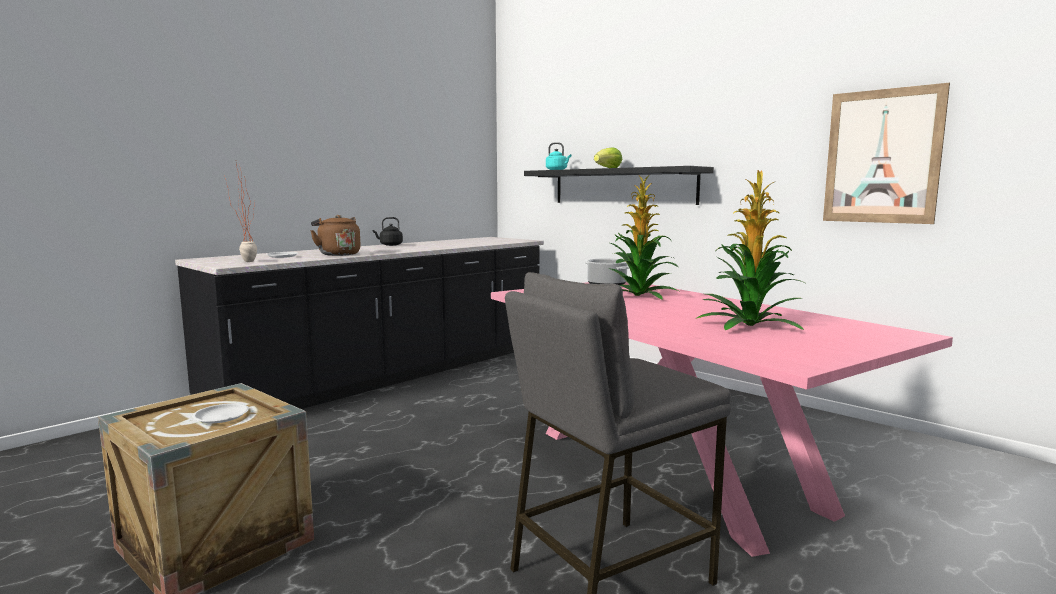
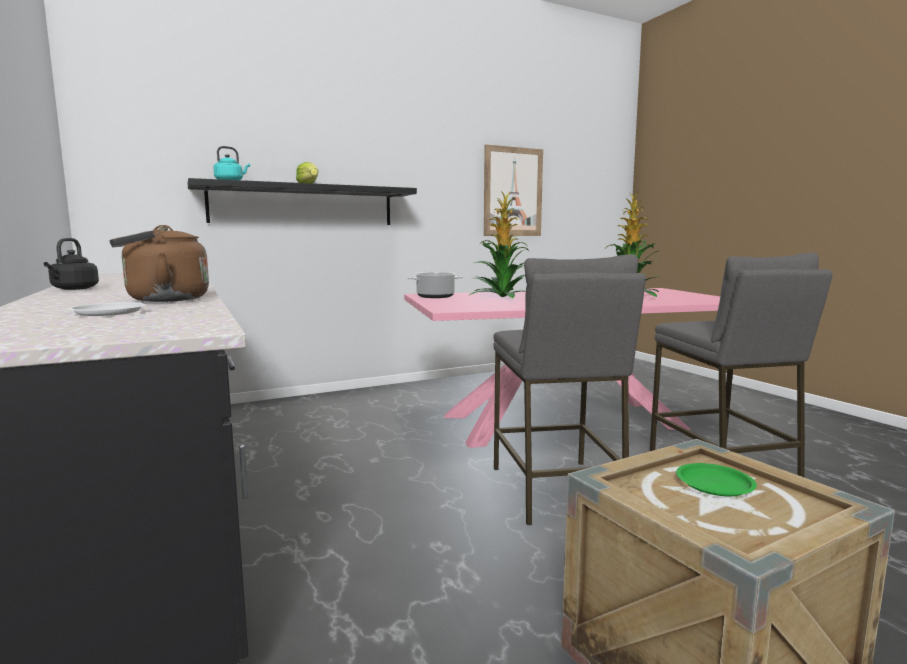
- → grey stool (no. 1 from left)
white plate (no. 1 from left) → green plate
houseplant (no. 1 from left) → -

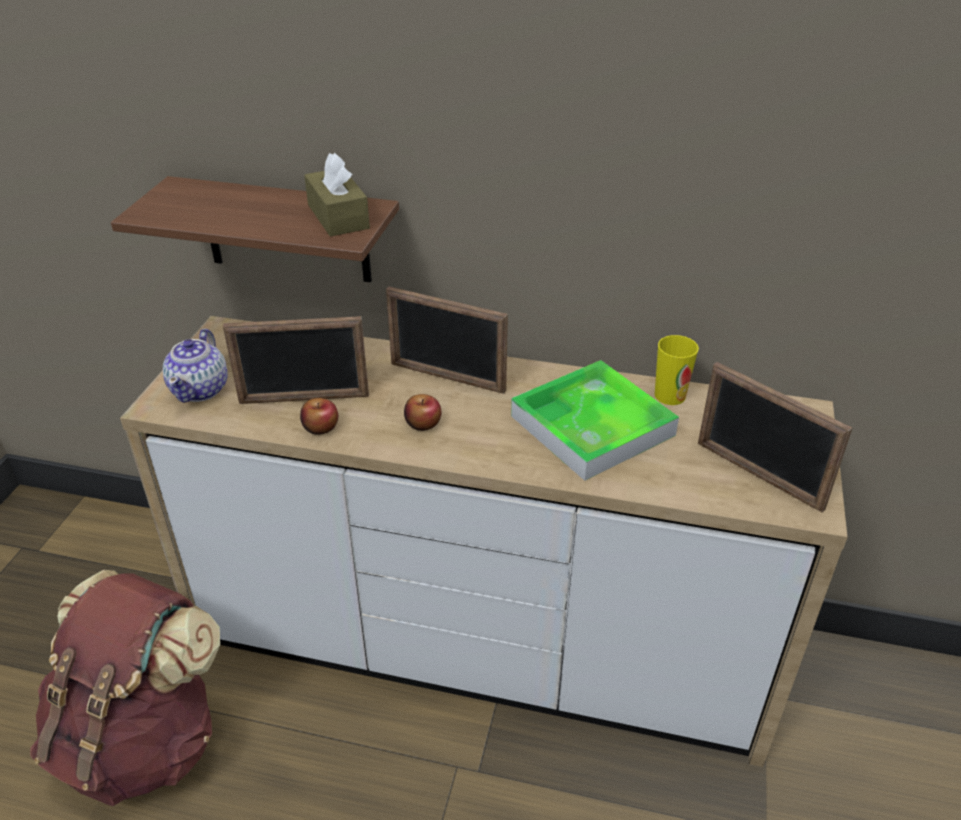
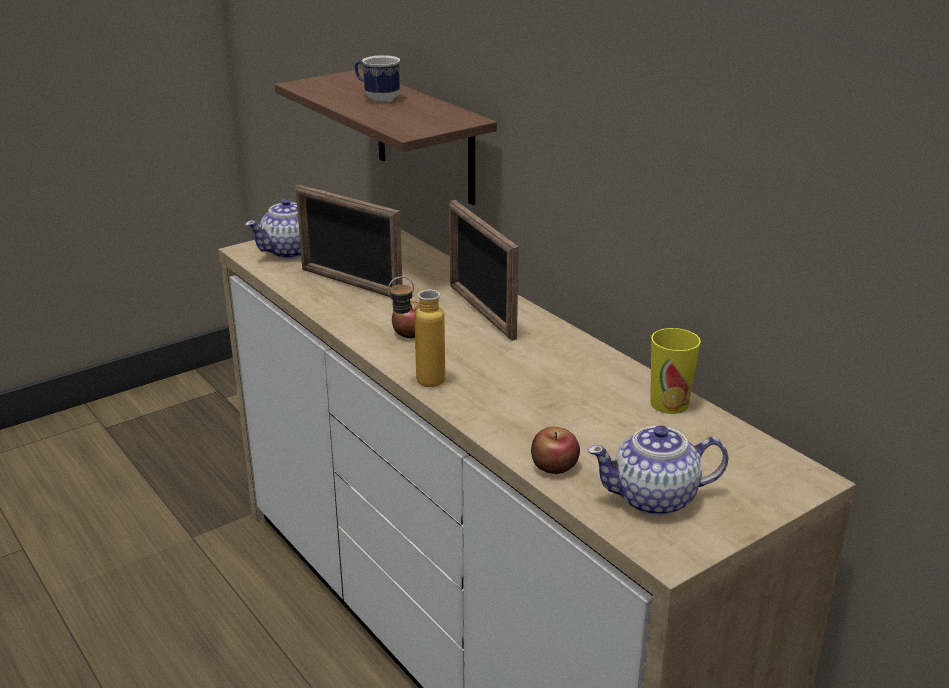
- → coffee mug
- → beverage bottle
whole apple (no. 1 from left in the first image) → whole apple (no. 2 from left), relocated
standing frame (no. 3 from left) → teapot (no. 2 from left)
brown knapsack → -
brown box of tissues → -
serving tray → -

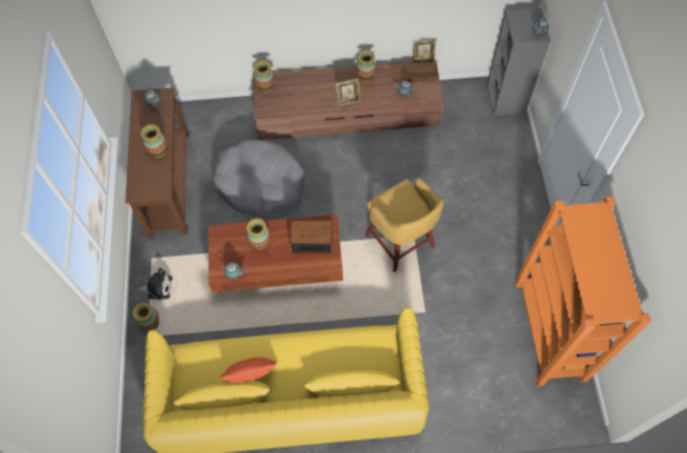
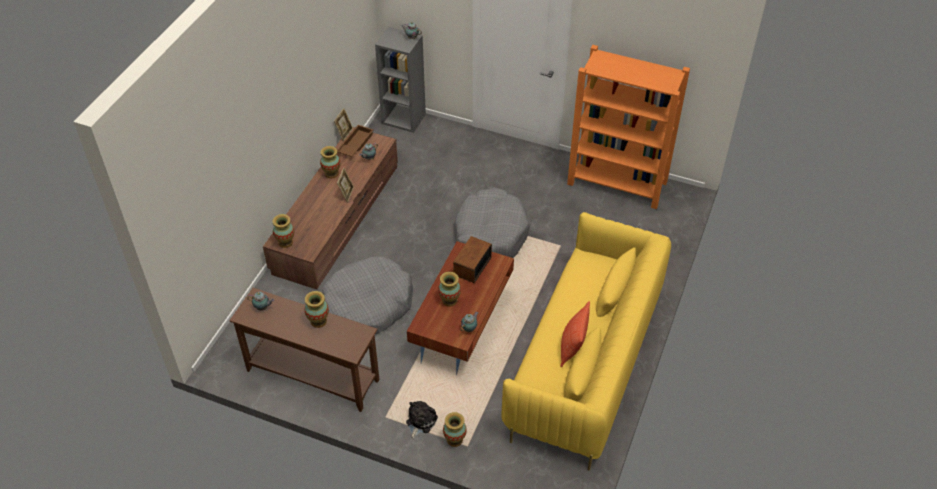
yellowish stool → grey dog cushion (no. 2 from left)

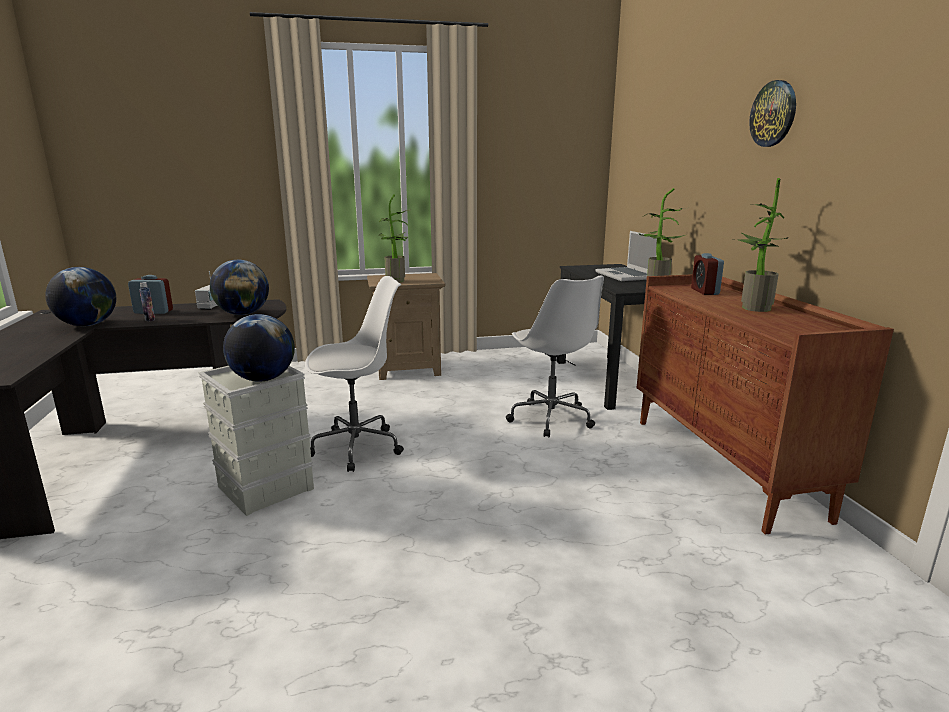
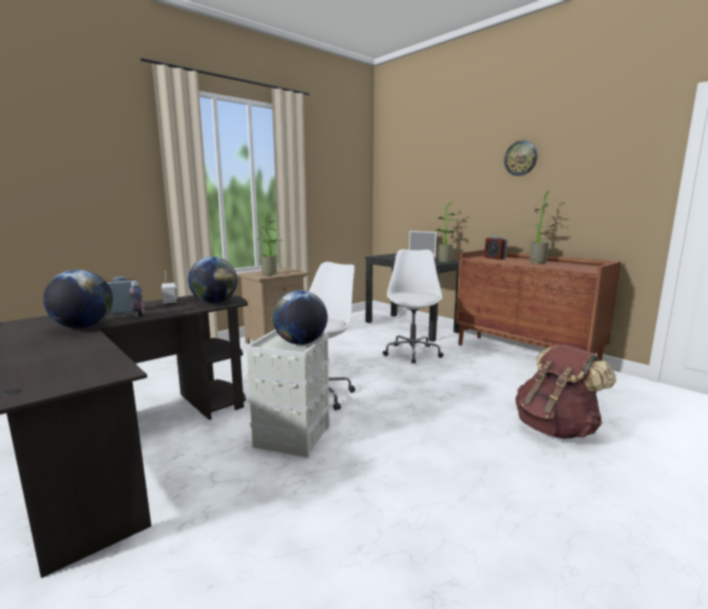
white computer chair (no. 2 from left), 120 degrees counterclockwise
- → brown knapsack

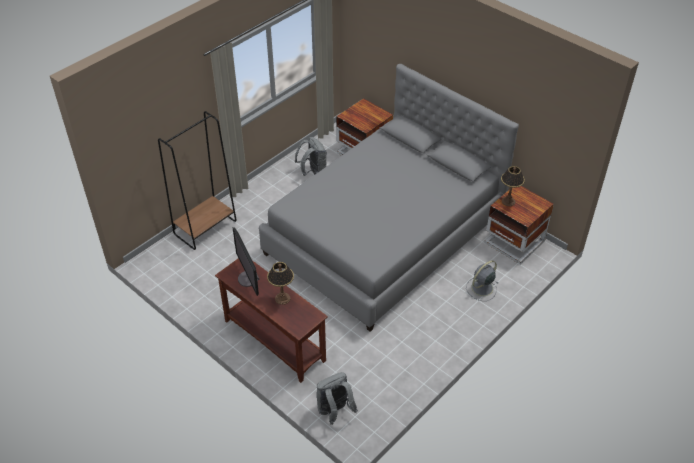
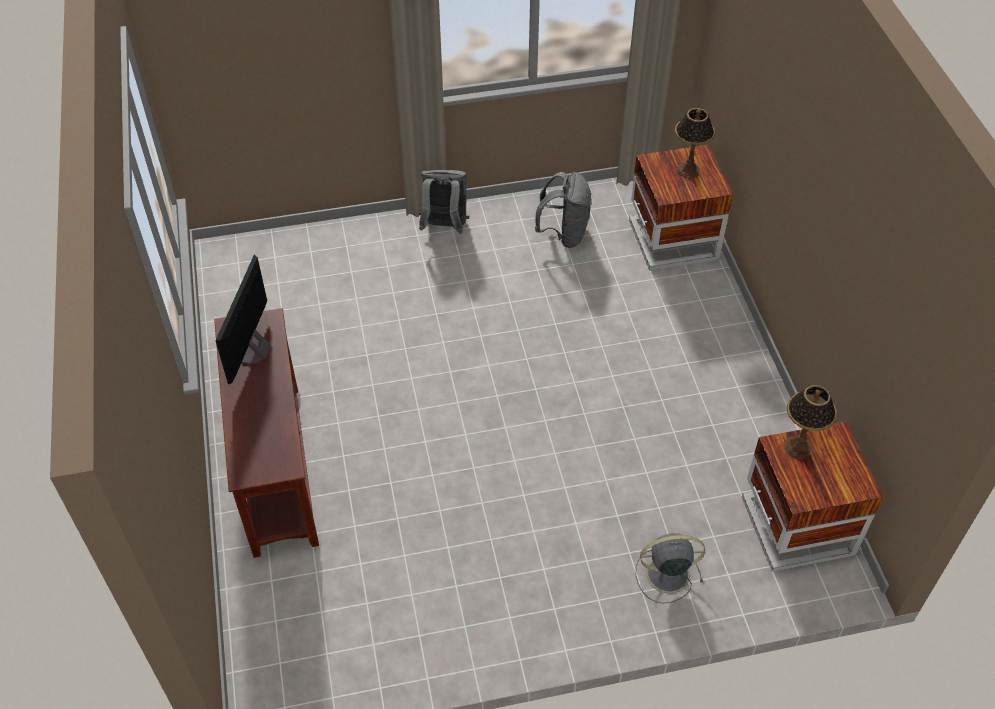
grey knapsack (no. 2 from left in the first image) → grey knapsack (no. 1 from left), relocated
table lamp (no. 1 from left), relocated
garment stand → -
grey bedroom bed → -

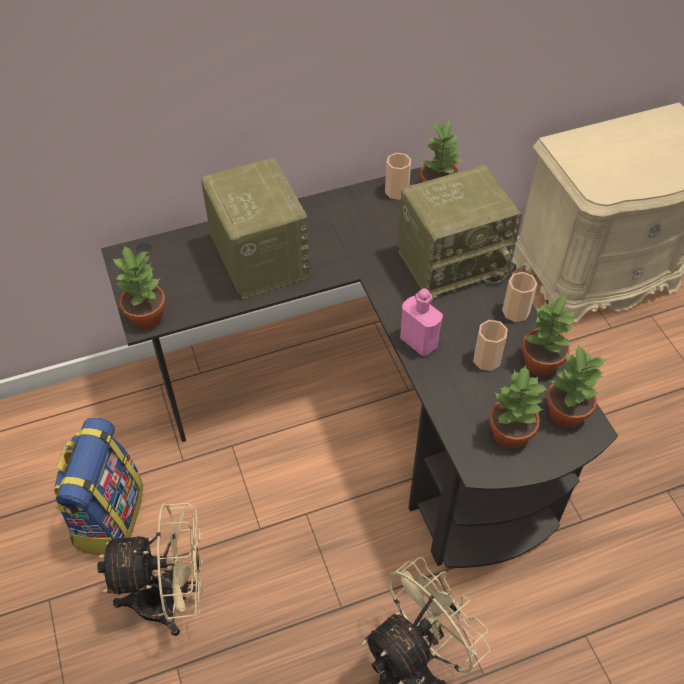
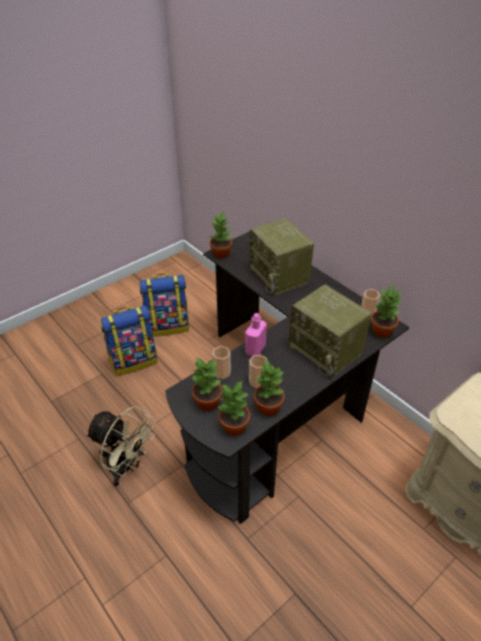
beige-coloured fan (no. 1 from left) → knapsack (no. 1 from left)
cup (no. 3 from left in the first image) → cup (no. 1 from left), relocated
radio (no. 1 from left), 105 degrees clockwise

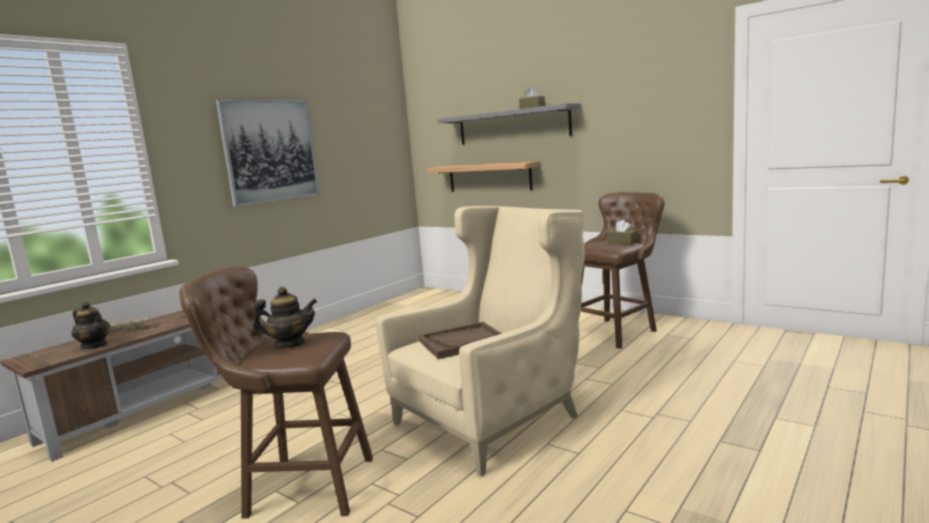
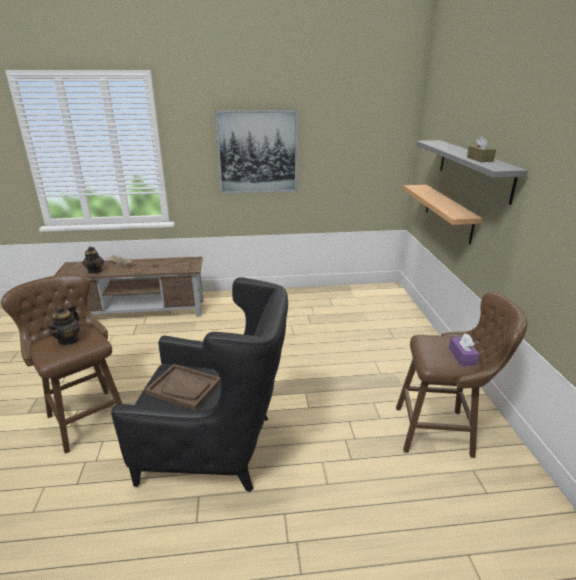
teapot (no. 2 from left in the first image) → teapot (no. 1 from left), 60 degrees clockwise
beige-coloured easy chair → blackish easy chair
brown box of tissues (no. 2 from left) → purplish box of tissues

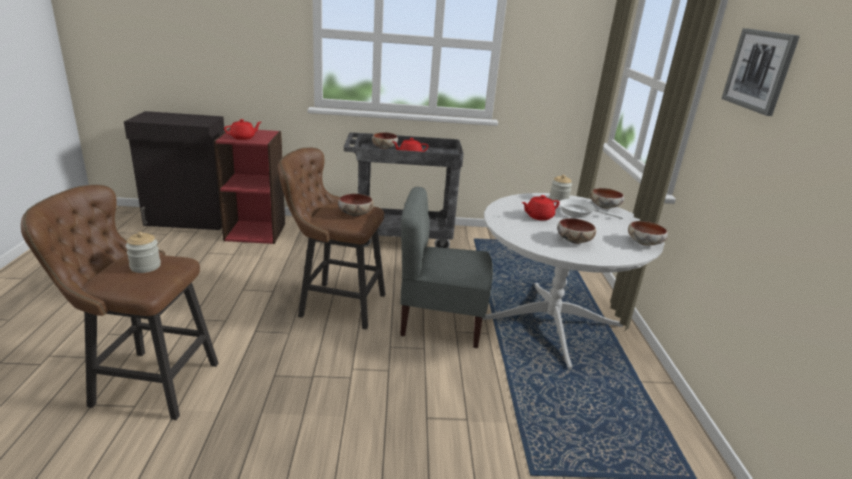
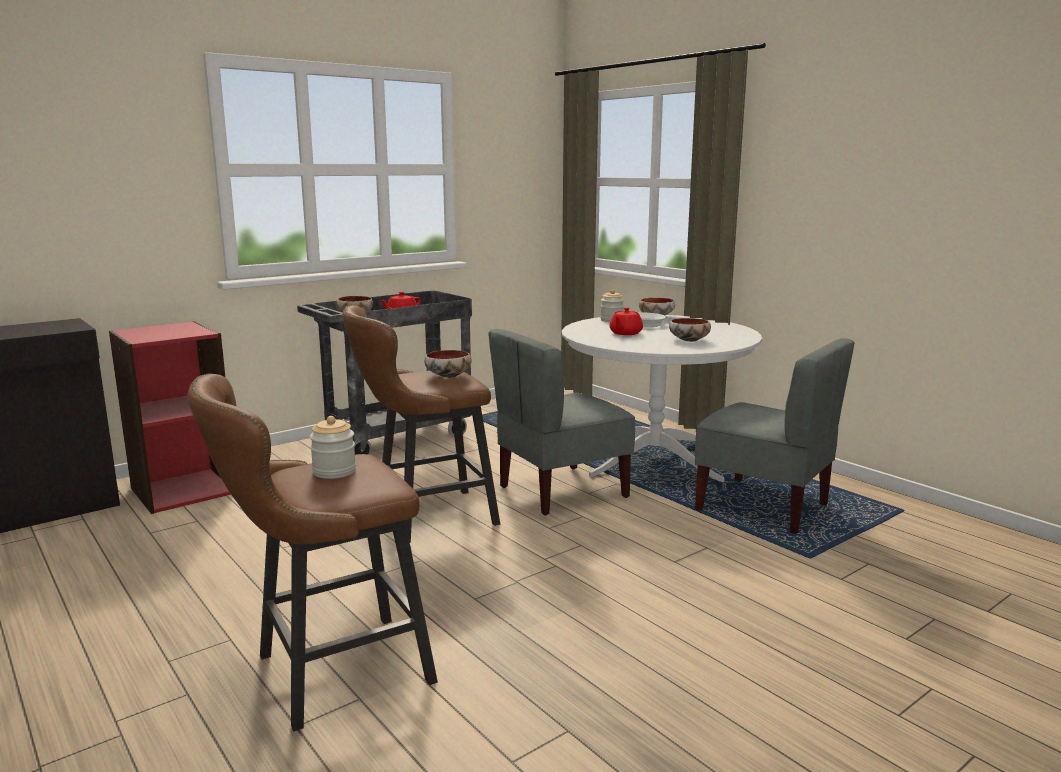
- → grey chair (no. 2 from left)
red teapot (no. 1 from left) → -
serving bowl (no. 5 from left) → -
picture → -

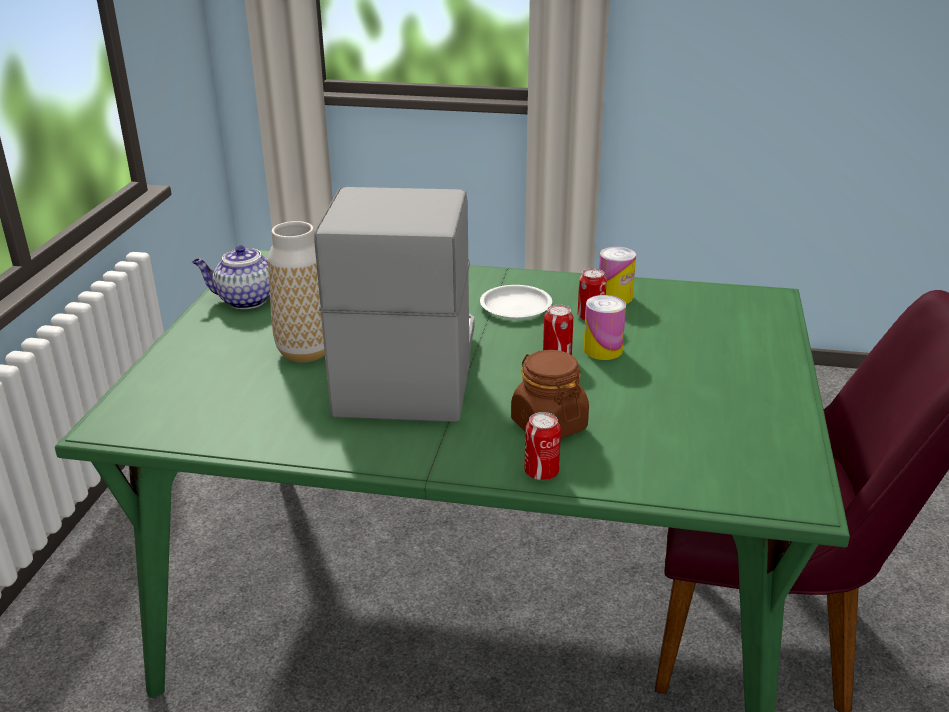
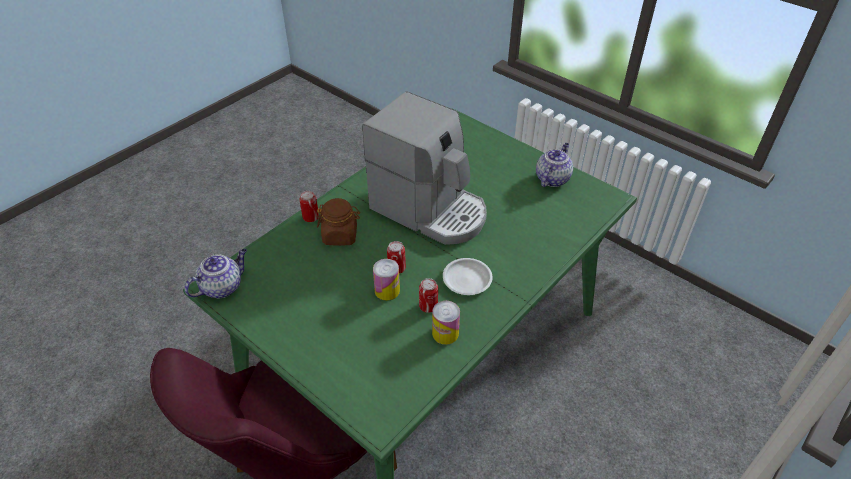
- → teapot (no. 1 from left)
flower vase → -

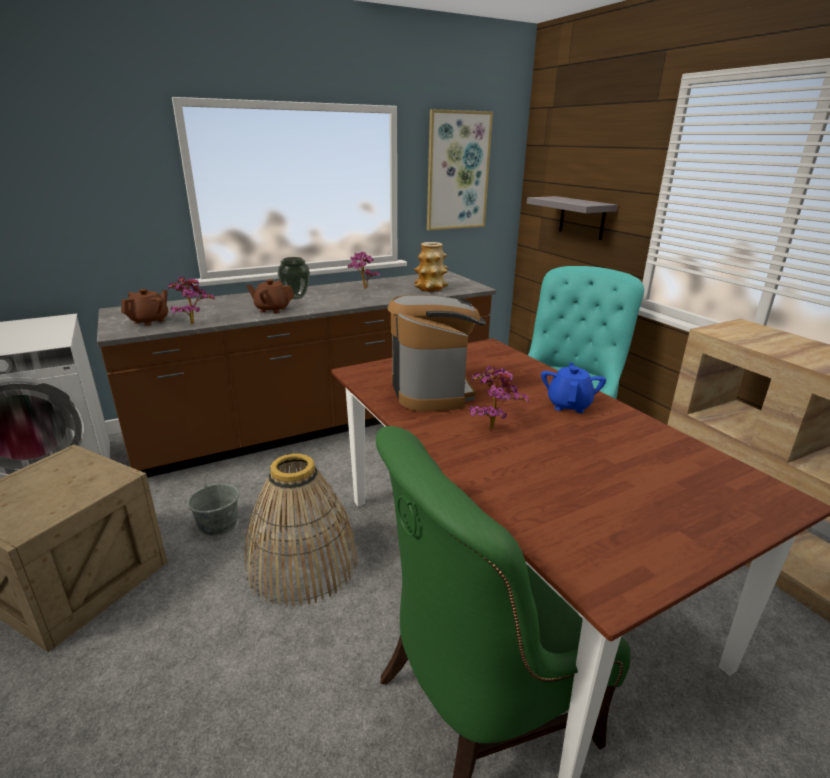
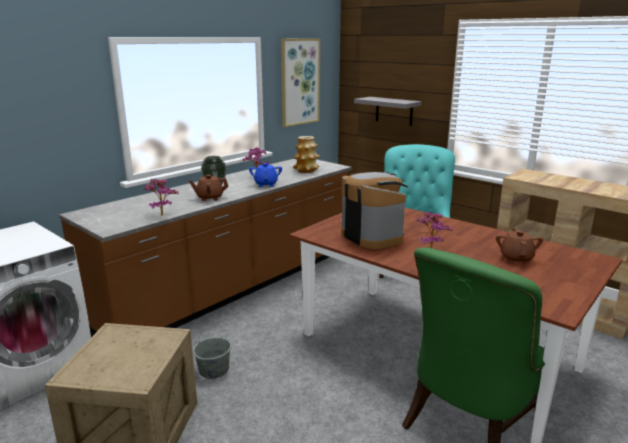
blue teapot, relocated
brown teapot (no. 1 from left in the first image) → brown teapot (no. 2 from left), relocated
storage basket → -

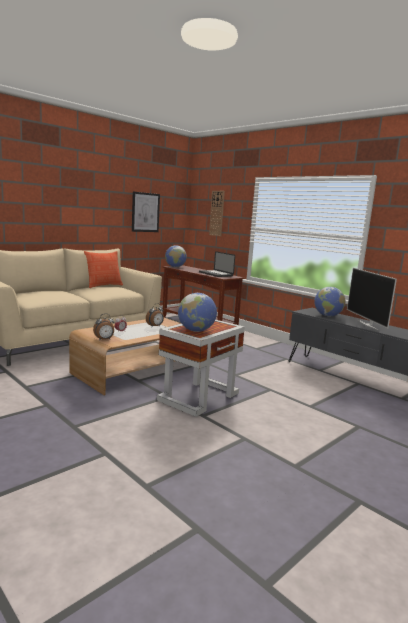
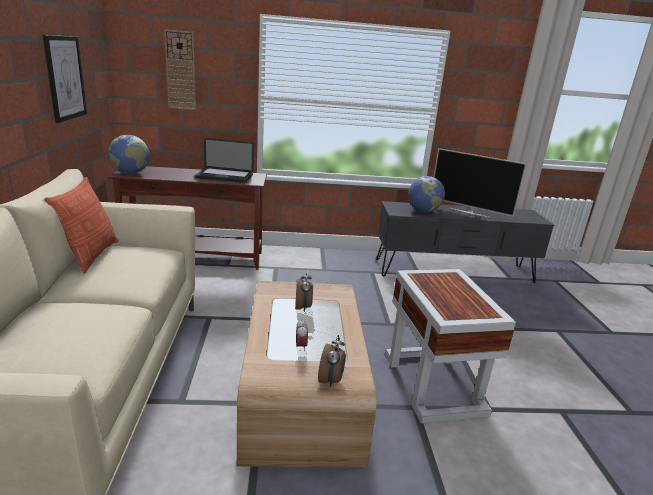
world globe (no. 2 from left) → -

